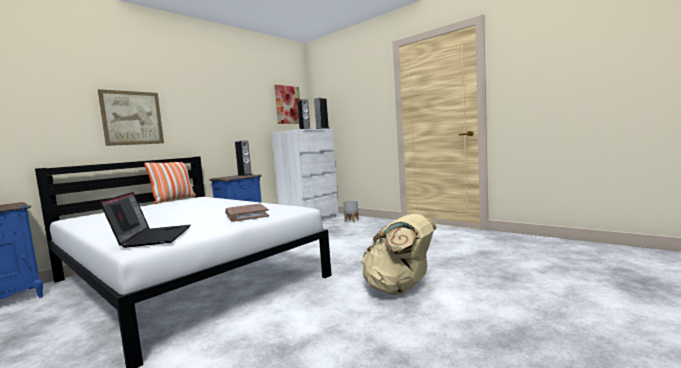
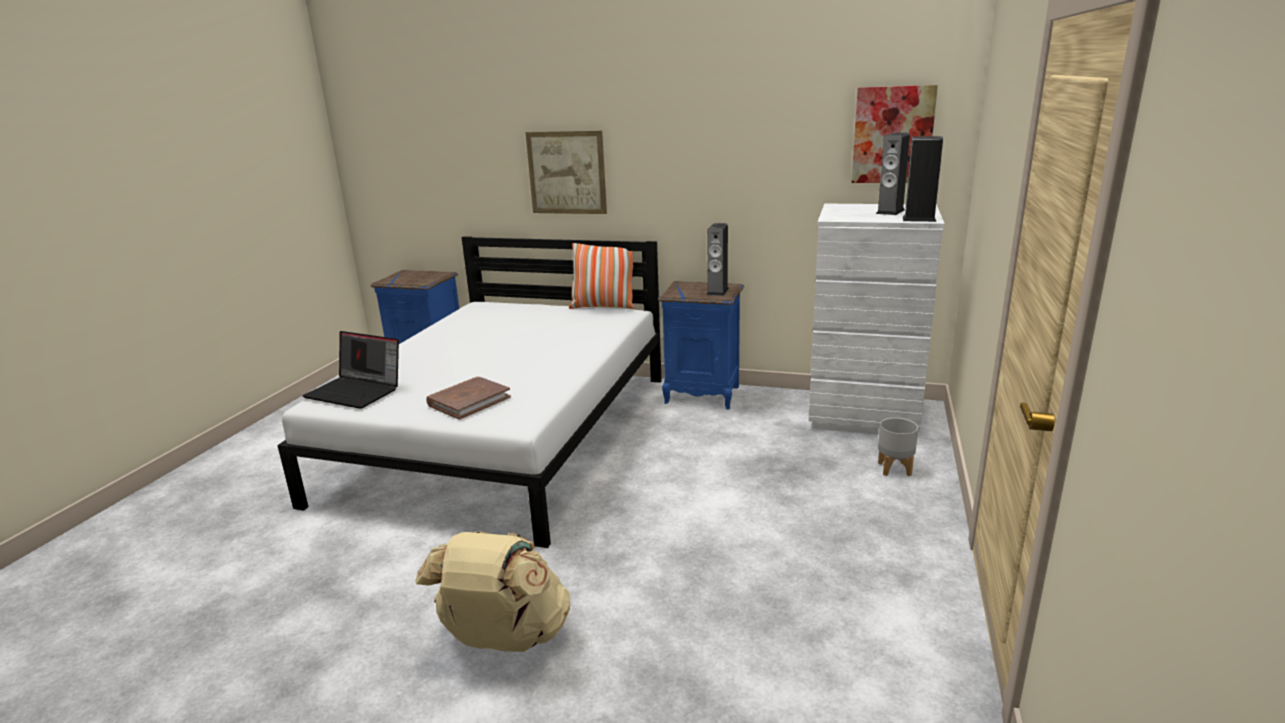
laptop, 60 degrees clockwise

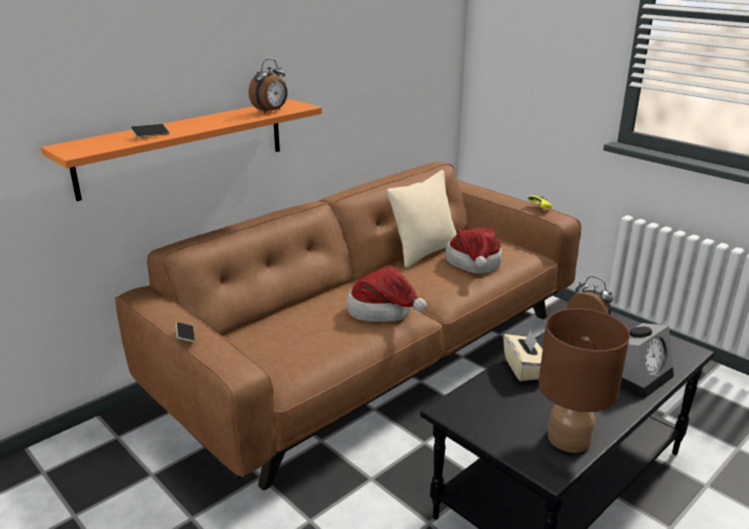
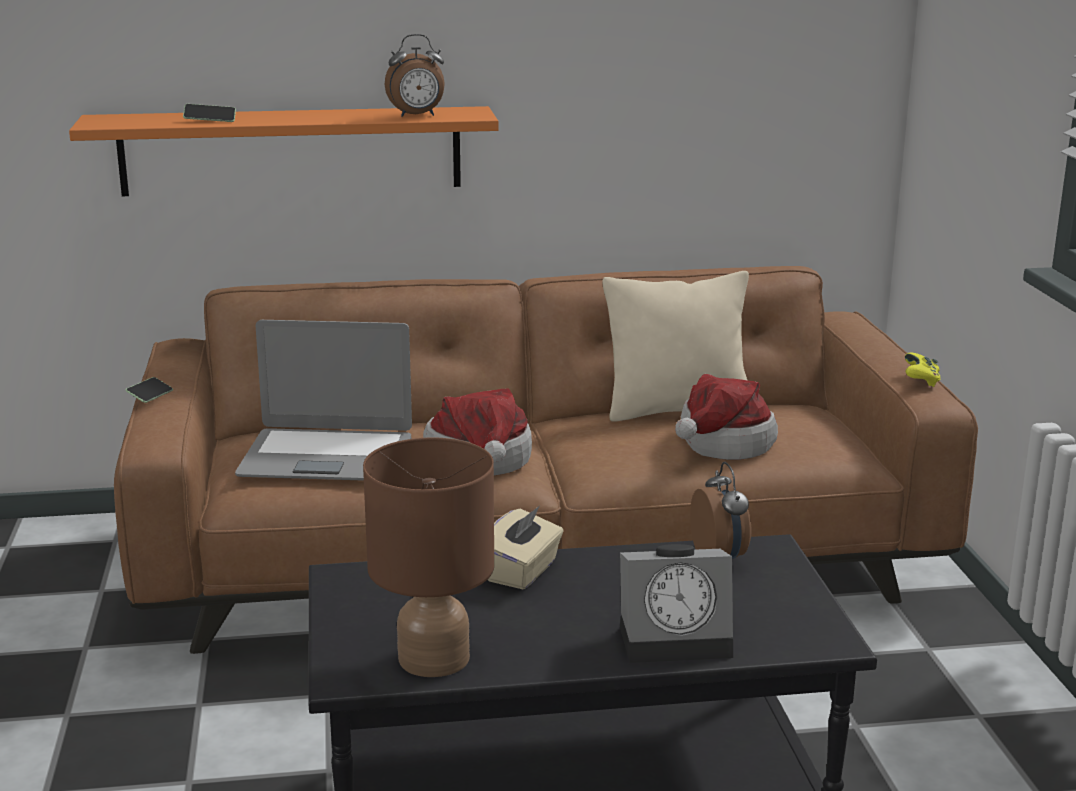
- → laptop

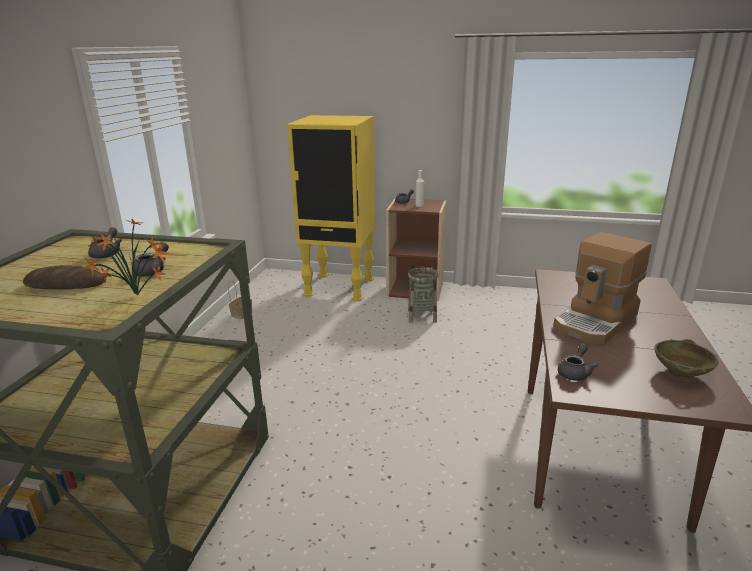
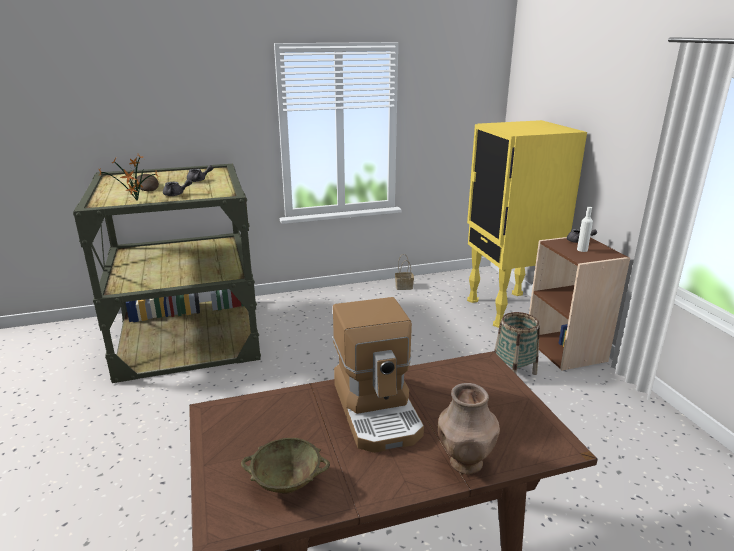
coffee machine, 120 degrees counterclockwise
- → brown flower vase
grey teapot (no. 4 from left) → -

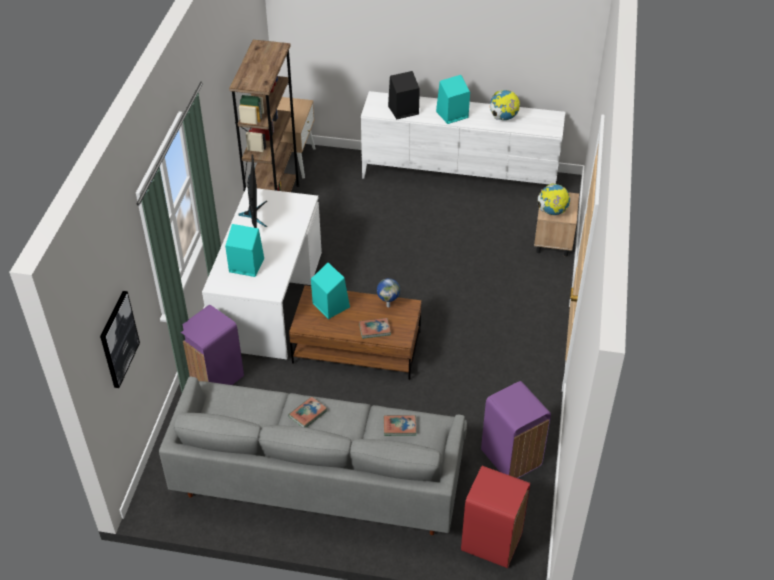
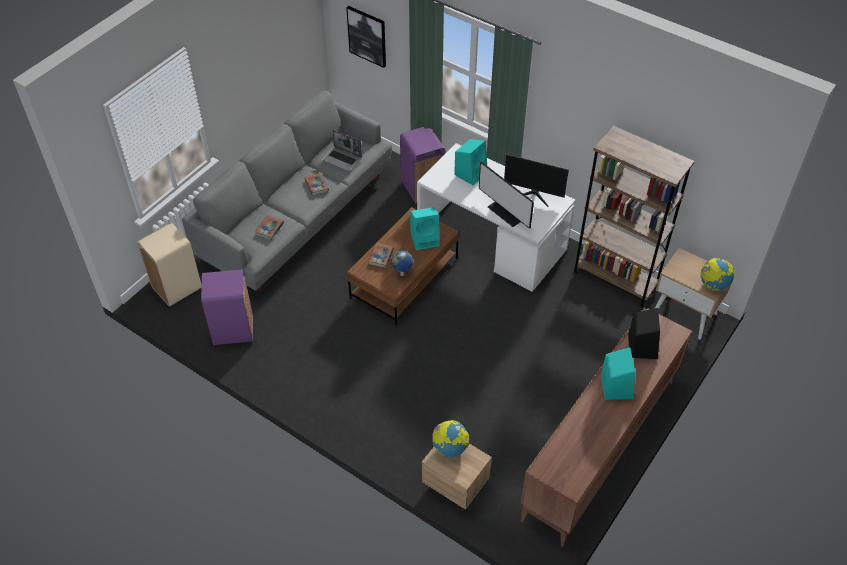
red trash can → beige-coloured trash can
- → laptop
- → monitor (no. 1 from left)
white cupboard → brown cupboard
world globe (no. 2 from left in the first image) → world globe (no. 3 from left), relocated

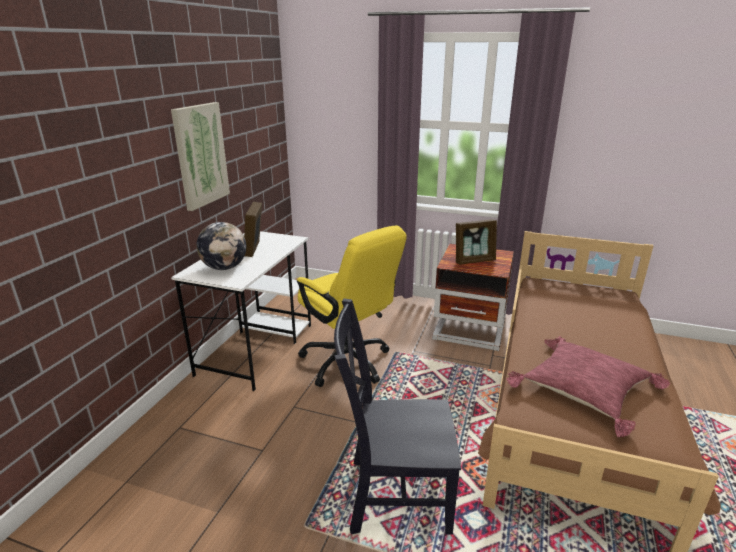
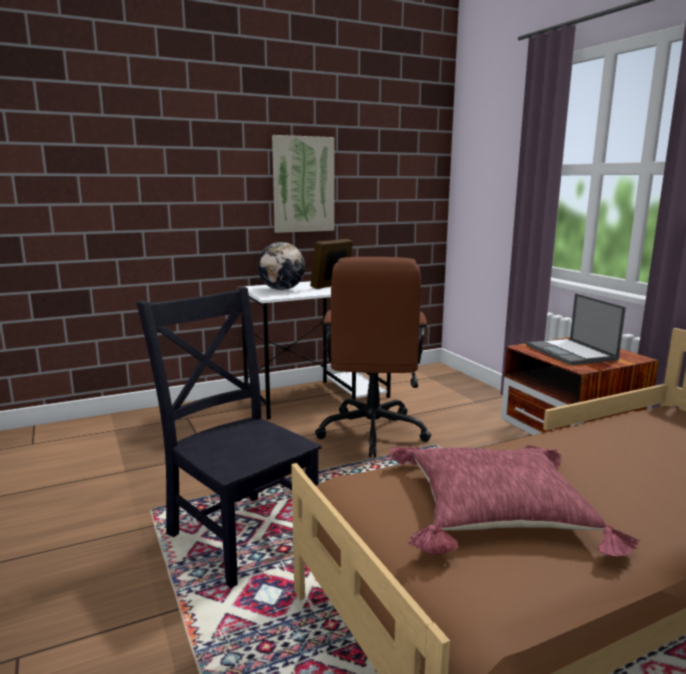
yellowish computer chair → brown computer chair
standing frame (no. 2 from left) → laptop

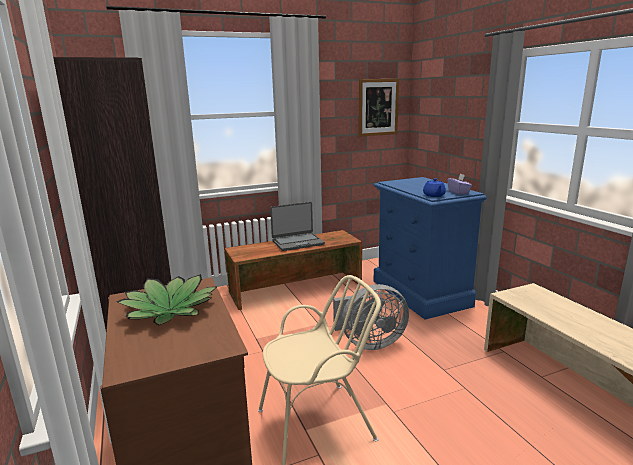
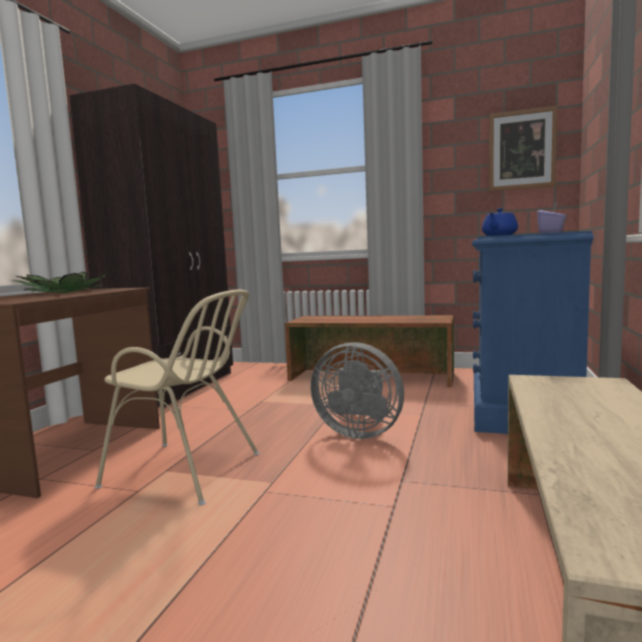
laptop → -

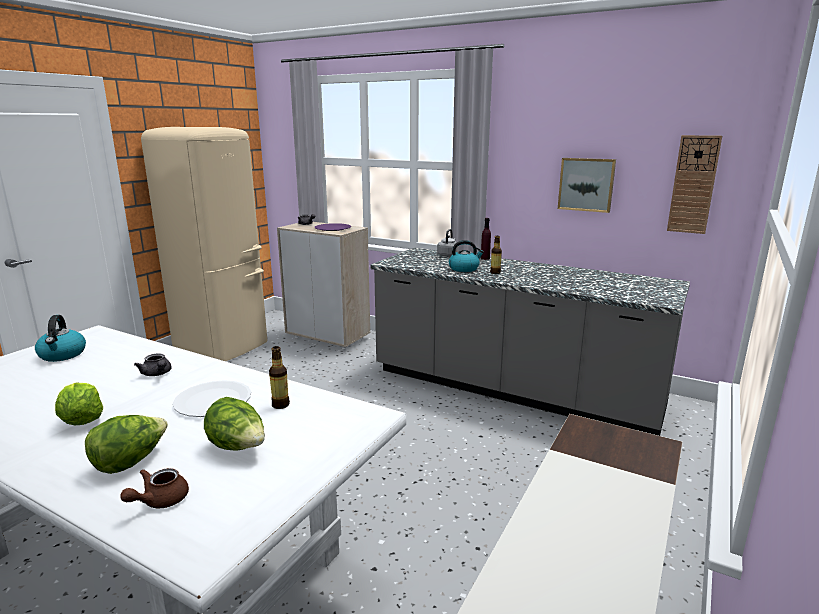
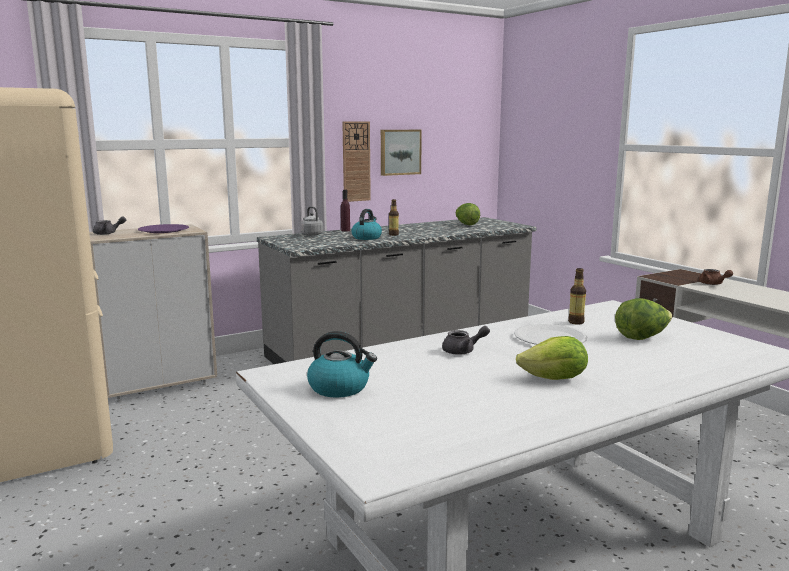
hanging clock, relocated
lettuce head (no. 2 from left in the first image) → lettuce head (no. 1 from left), relocated
brown teapot, relocated

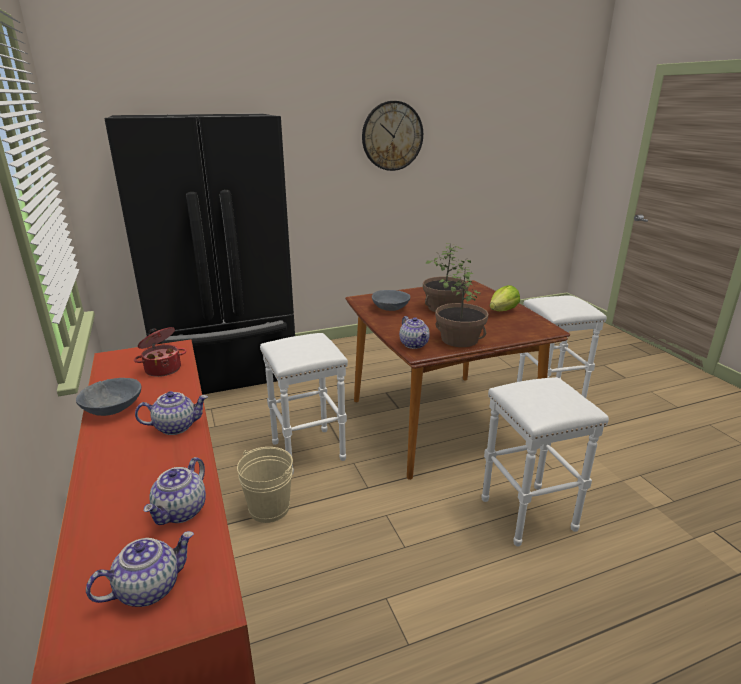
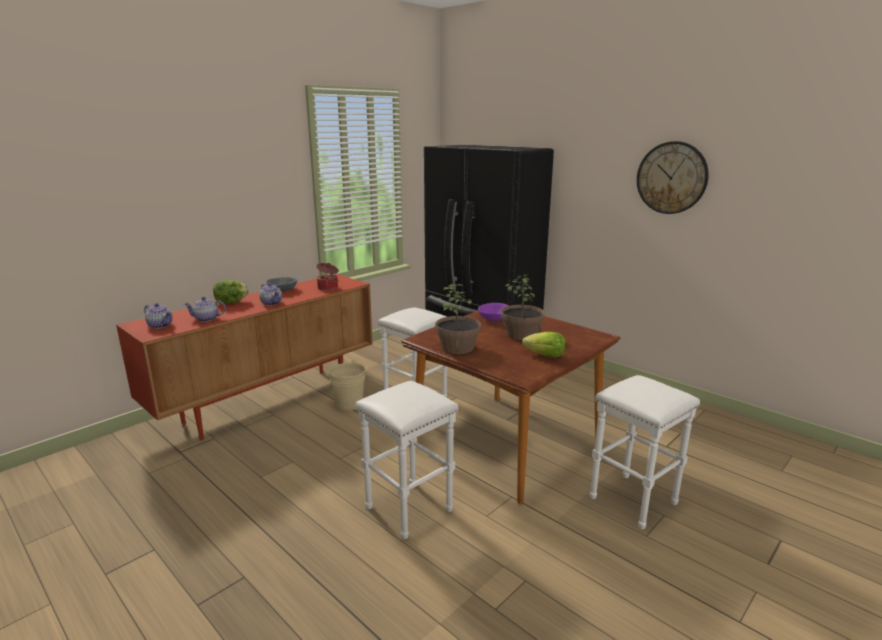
- → lettuce head (no. 1 from left)
grey serving bowl (no. 2 from left) → purplish serving bowl
teapot (no. 4 from left) → -

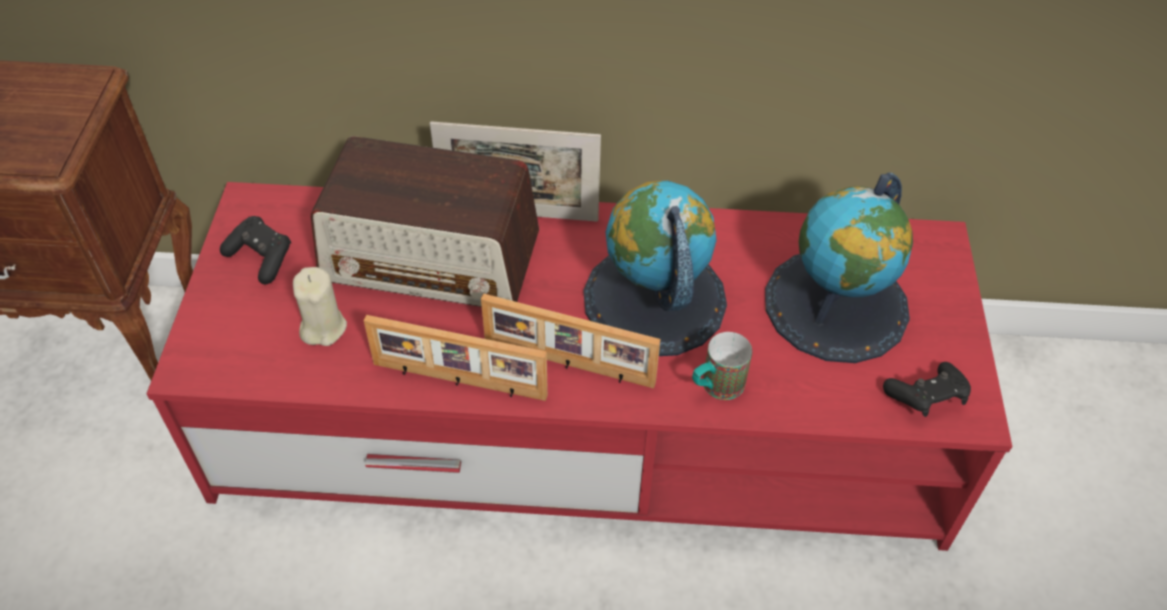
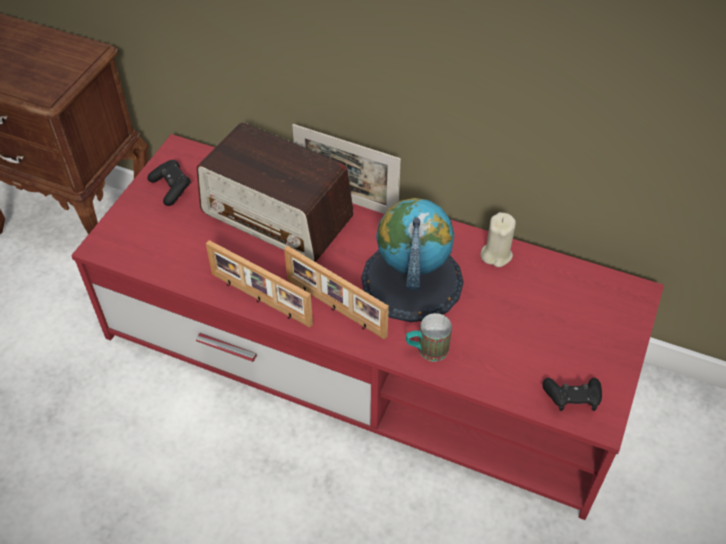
beige-coloured wax light, relocated
world globe (no. 2 from left) → -

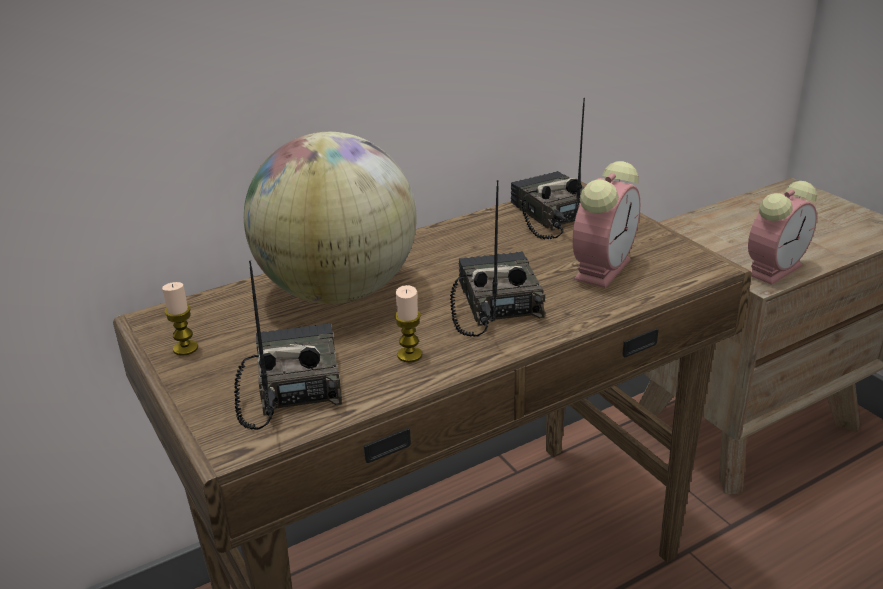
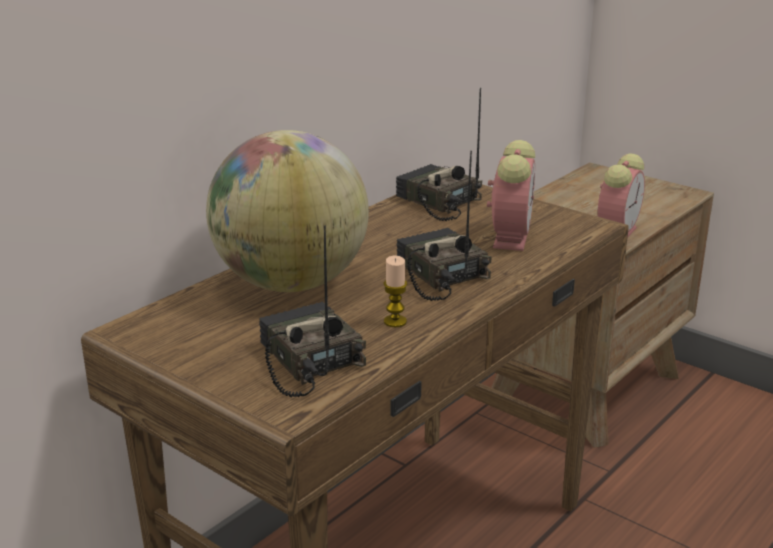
wax light (no. 1 from left) → -

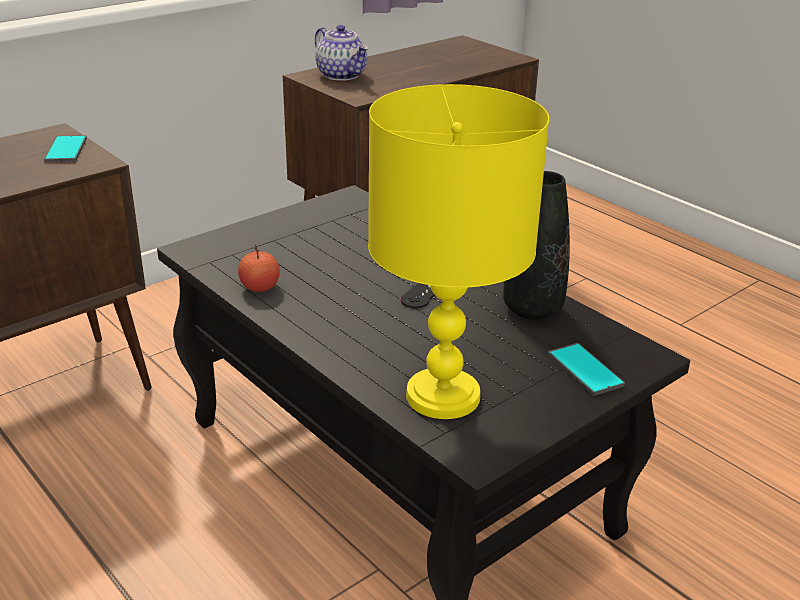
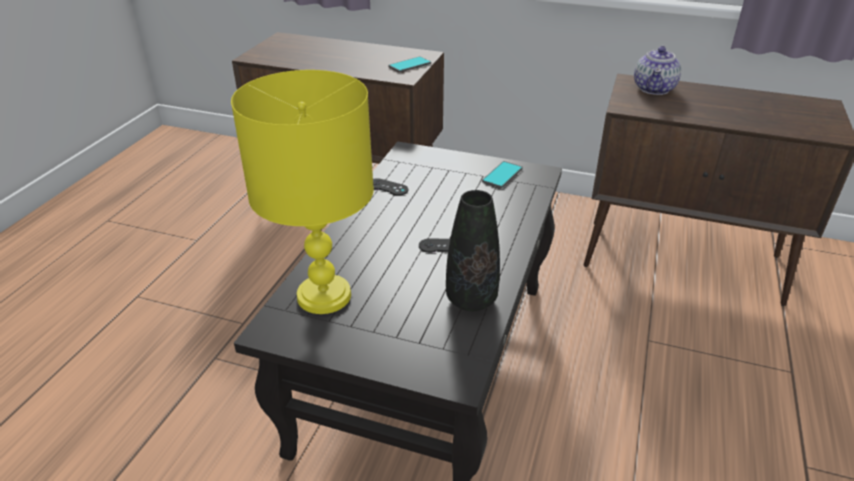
whole apple → blackish joypad (no. 1 from left)
telephone (no. 2 from left), relocated

